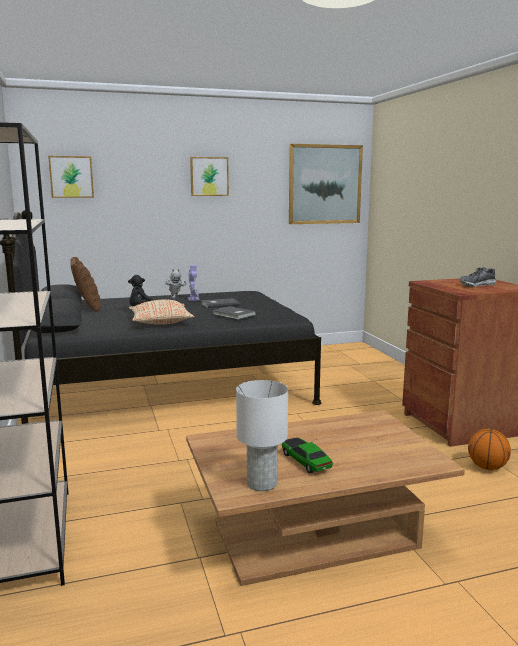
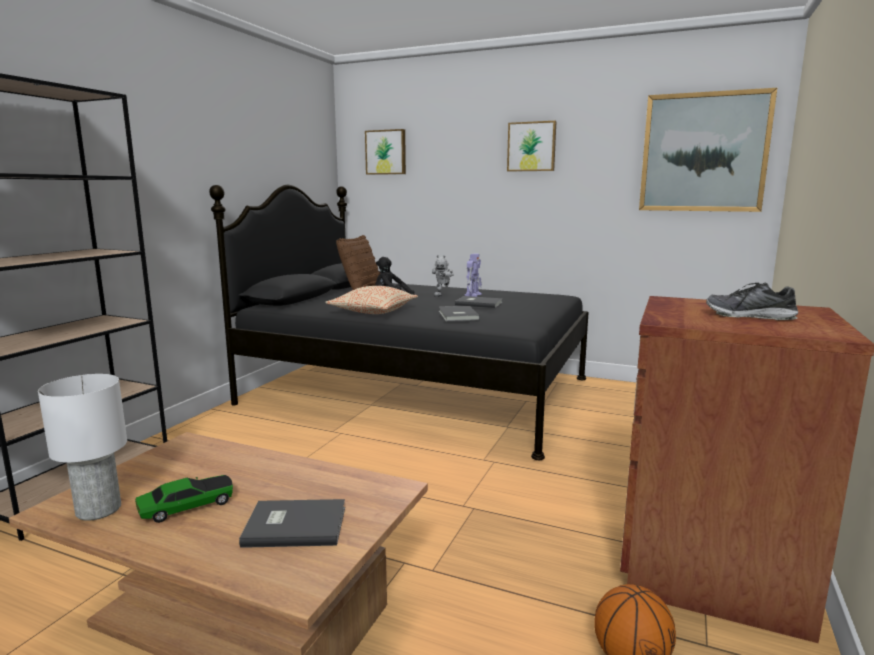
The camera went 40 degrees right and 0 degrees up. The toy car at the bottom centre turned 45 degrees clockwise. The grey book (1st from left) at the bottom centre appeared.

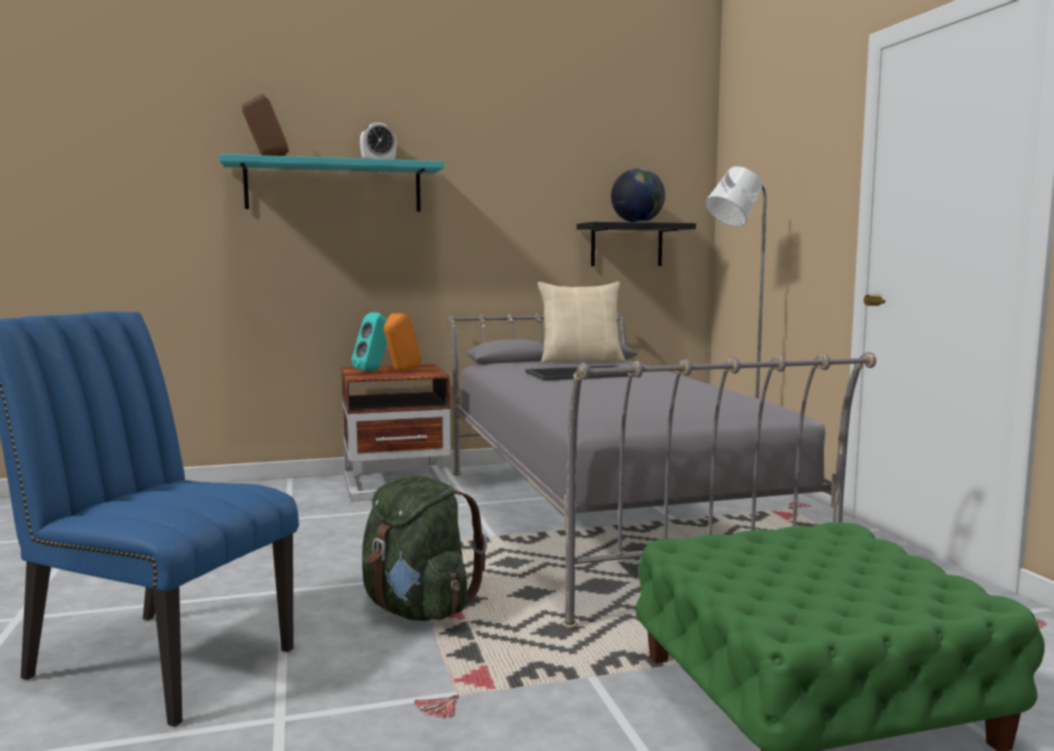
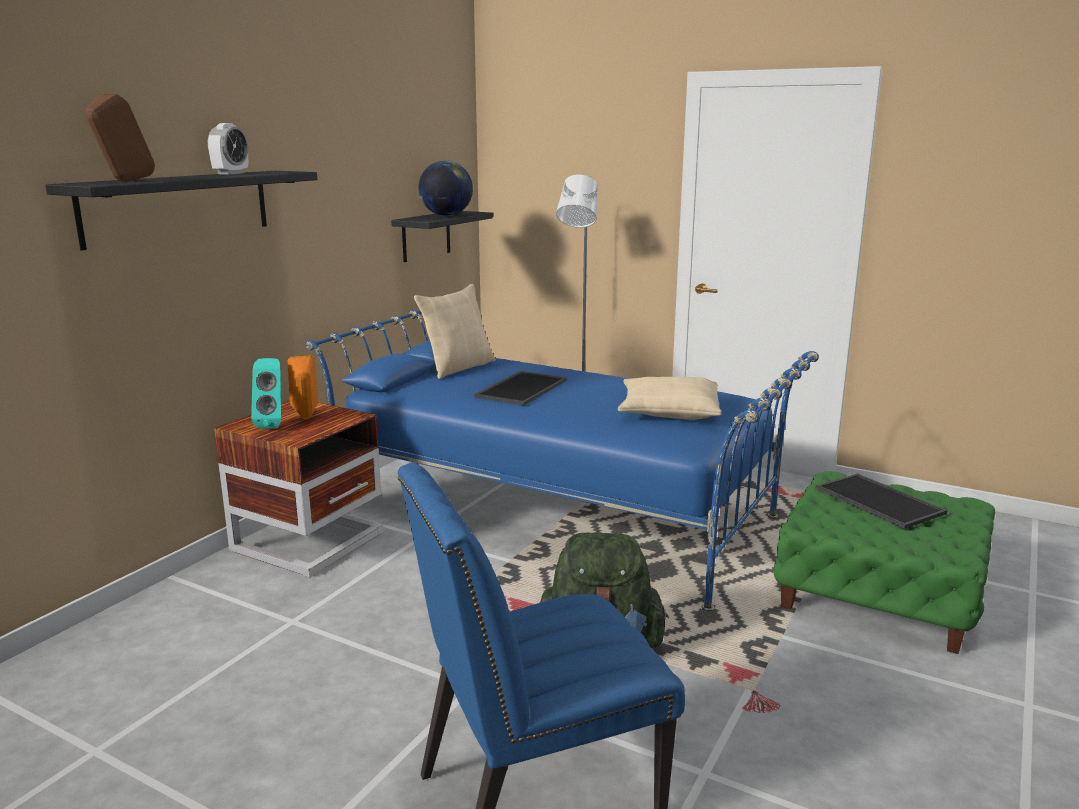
The camera went 45 degrees left and 10 degrees up. The turquoise shelf at the top left became the black shelf (1st from left) at the top left. The grey bed at the centre became the blue bed at the centre. The beige pillow (2nd from left) at the centre appeared. The tray (2nd from left) at the middle right appeared.

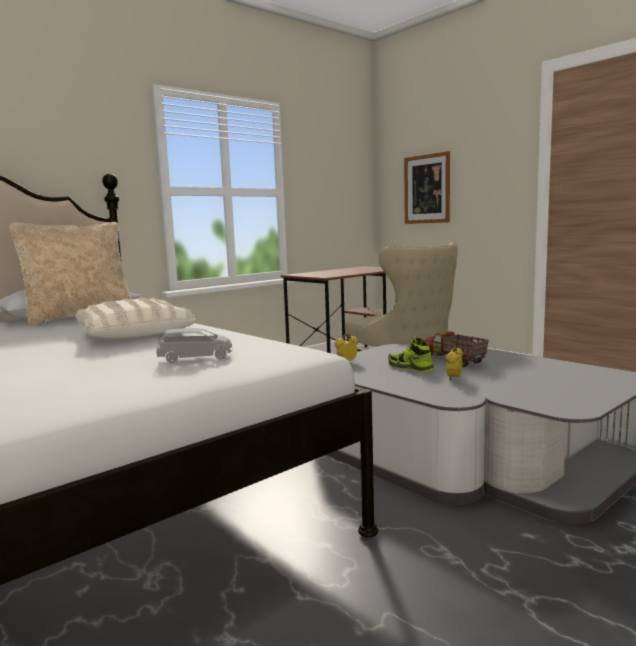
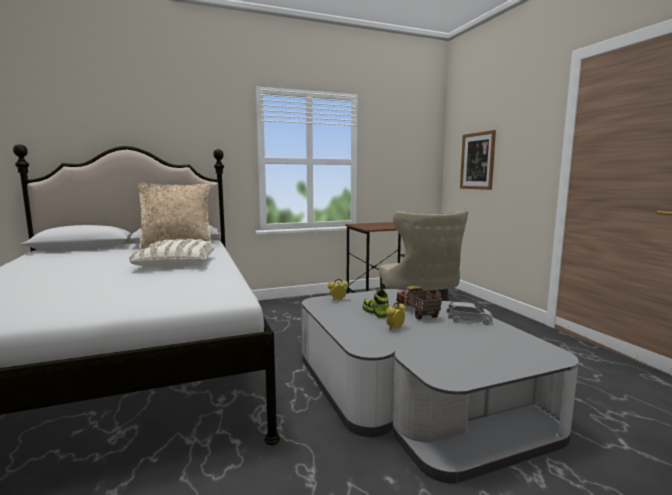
The camera went 20 degrees right and 0 degrees up. The grey toy car moved from the middle left to the middle right.

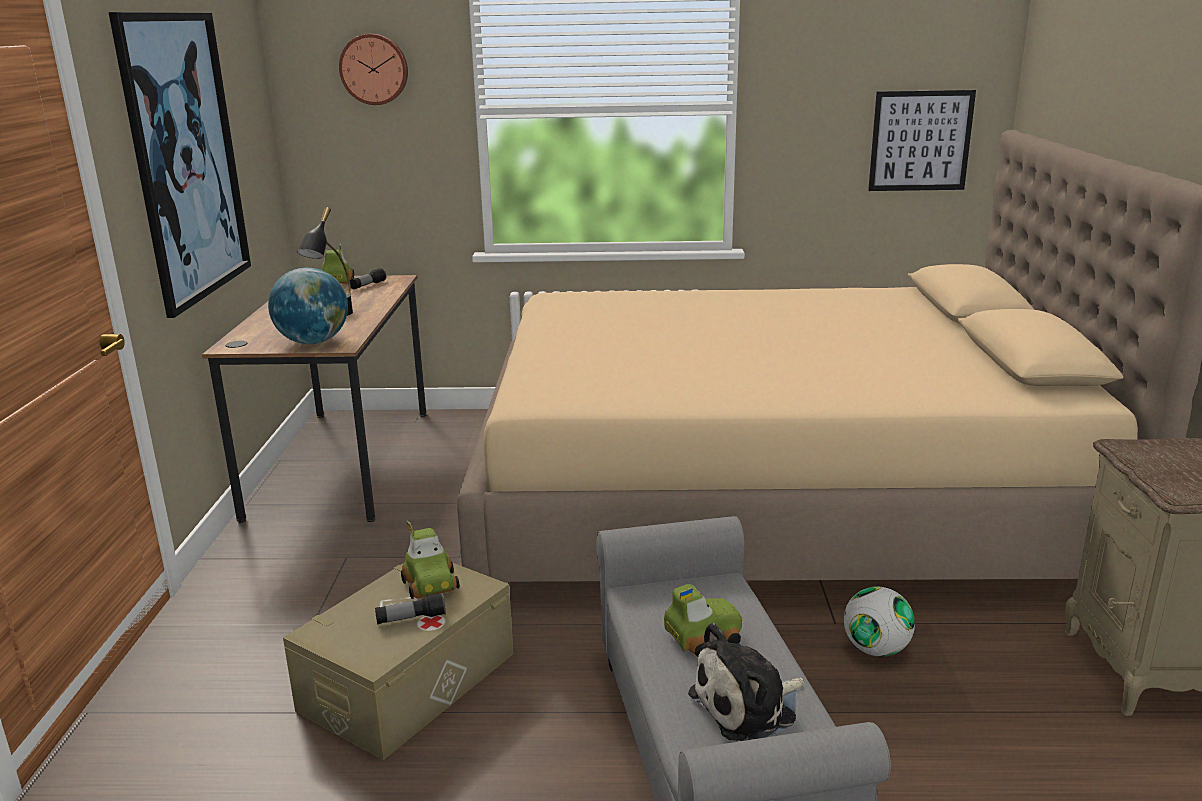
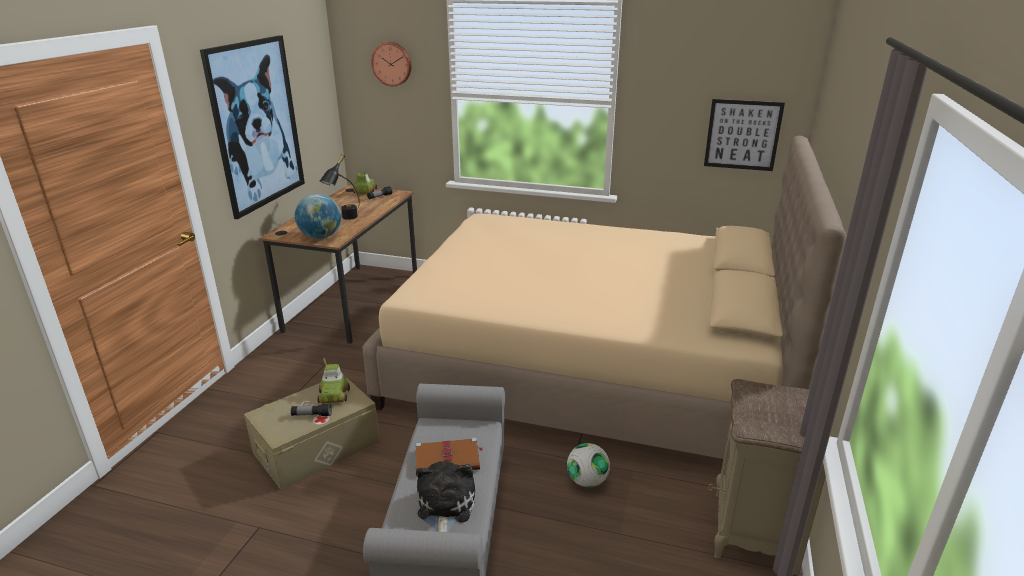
The camera went 15 degrees right and 5 degrees up. The toy car (3rd from left) at the bottom centre was replaced by the brown book at the bottom centre. The plush toy at the bottom centre turned 105 degrees clockwise.

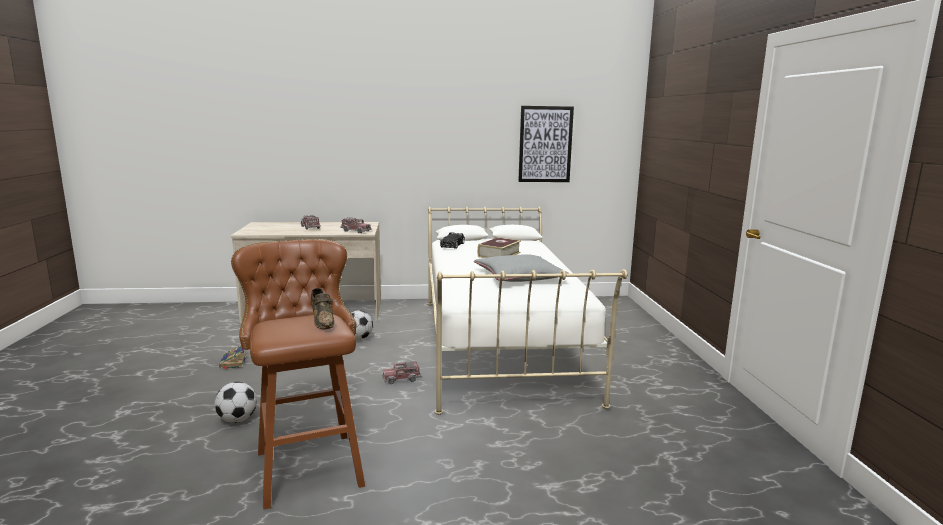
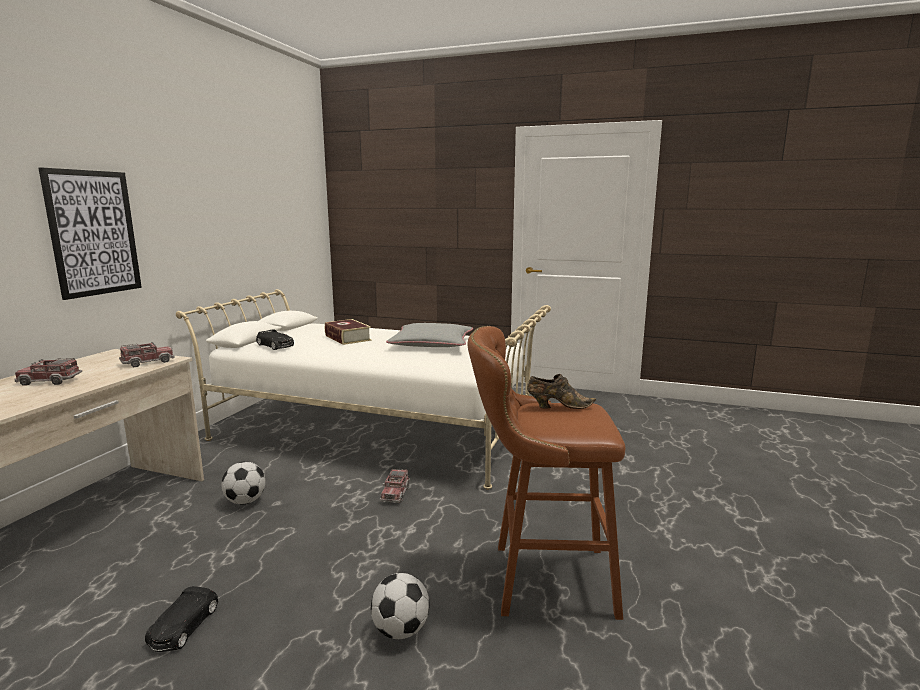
The camera went 65 degrees left and 0 degrees up. The book (1st from left) at the bottom left was replaced by the black toy car (1st from left) at the bottom left. The picture moved from the top centre to the middle left.

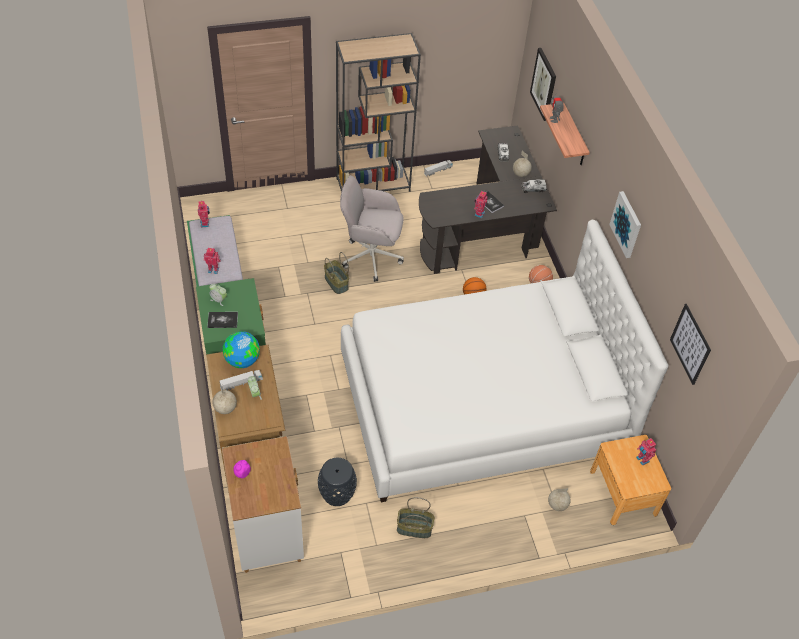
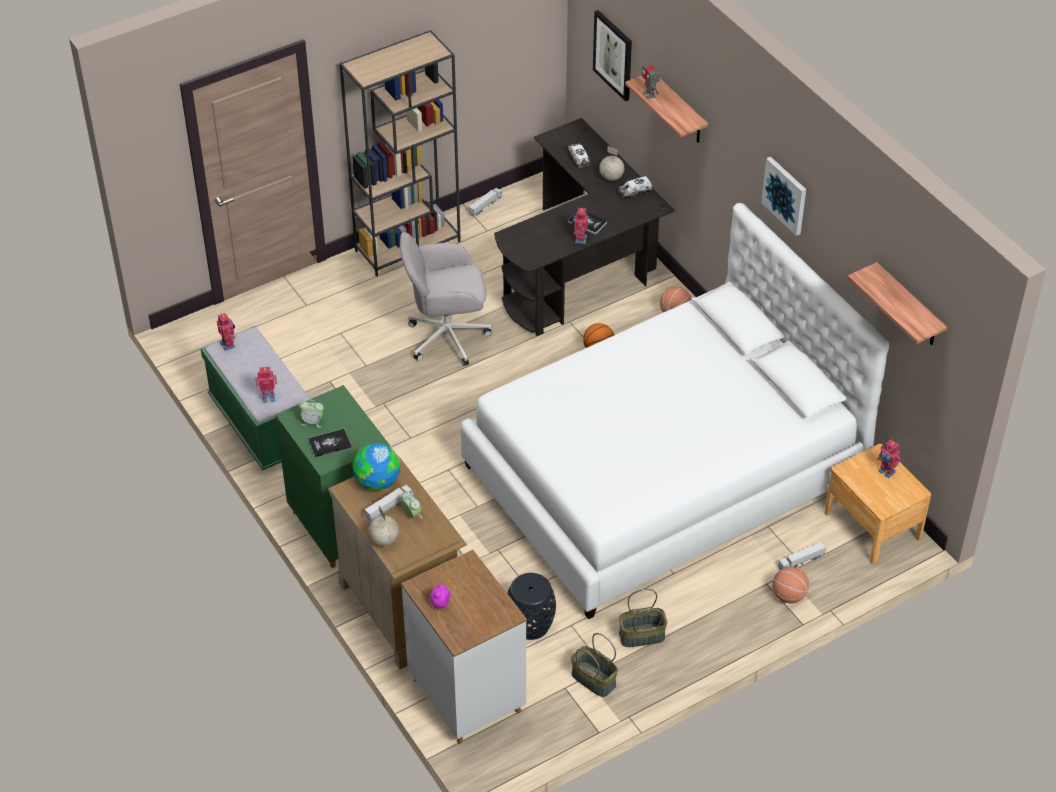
The camera went 15 degrees left and 5 degrees down. The basket (1st from left) moved from the centre to the bottom centre. The globe (4th from left) at the bottom right was replaced by the toy truck (5th from left) at the bottom right. The picture (3rd from left) at the middle right was replaced by the shelf (2nd from left) at the middle right. The basketball (3rd from left) at the bottom right appeared.

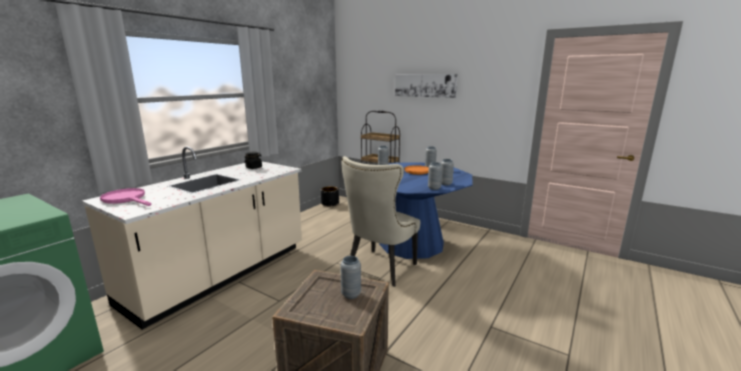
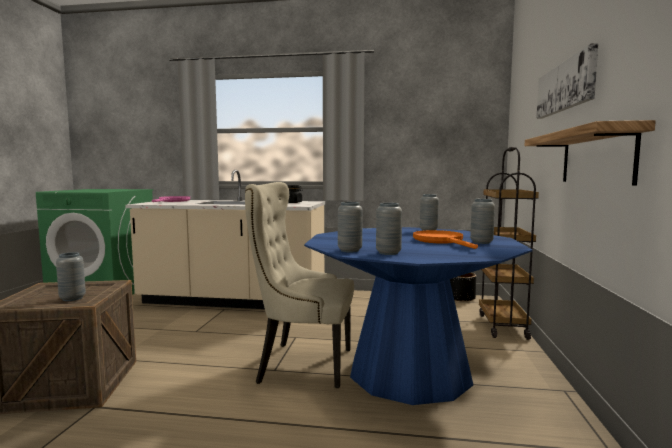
The camera went 65 degrees right and 10 degrees down. The shelf at the middle right appeared.

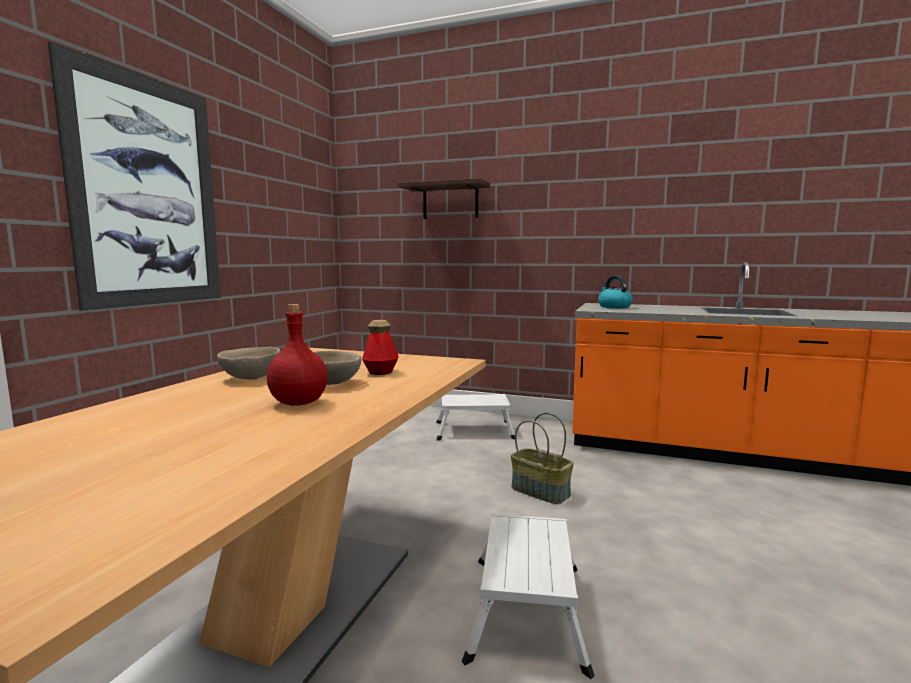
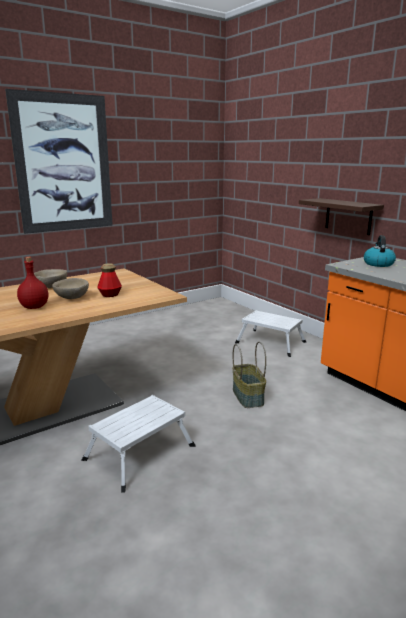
The camera went 35 degrees right and 10 degrees up. The shelf moved from the top centre to the middle right.

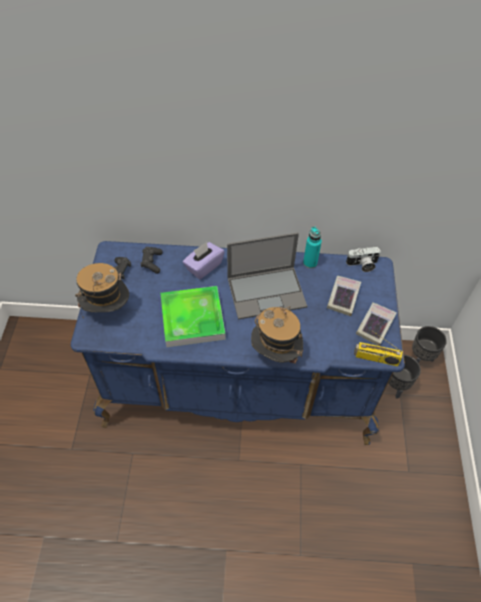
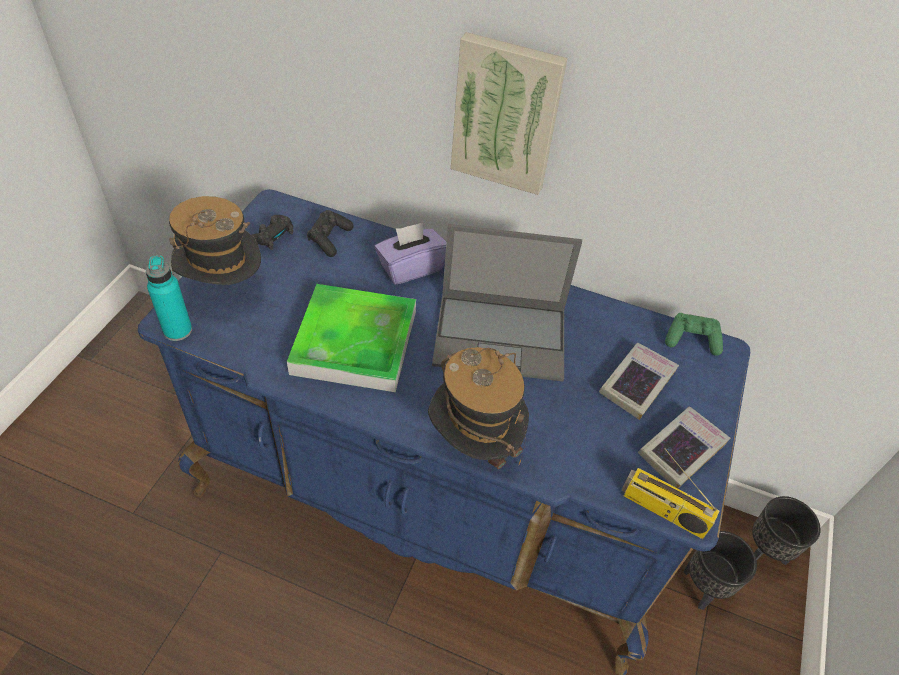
The camera went 15 degrees right and 5 degrees down. The turquoise bottle moved from the centre to the middle left. The photo camera at the middle right was replaced by the green game controller at the middle right. The picture at the top centre appeared.

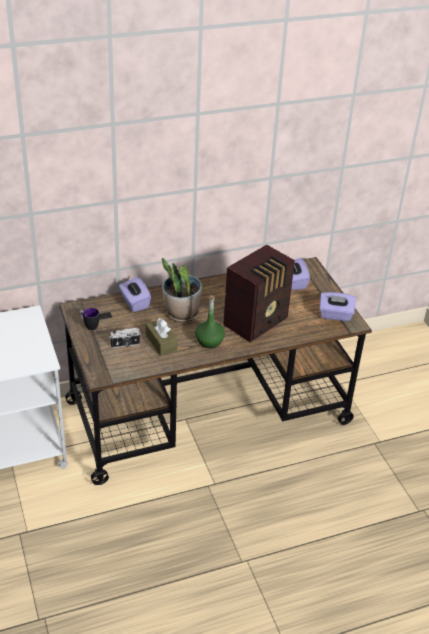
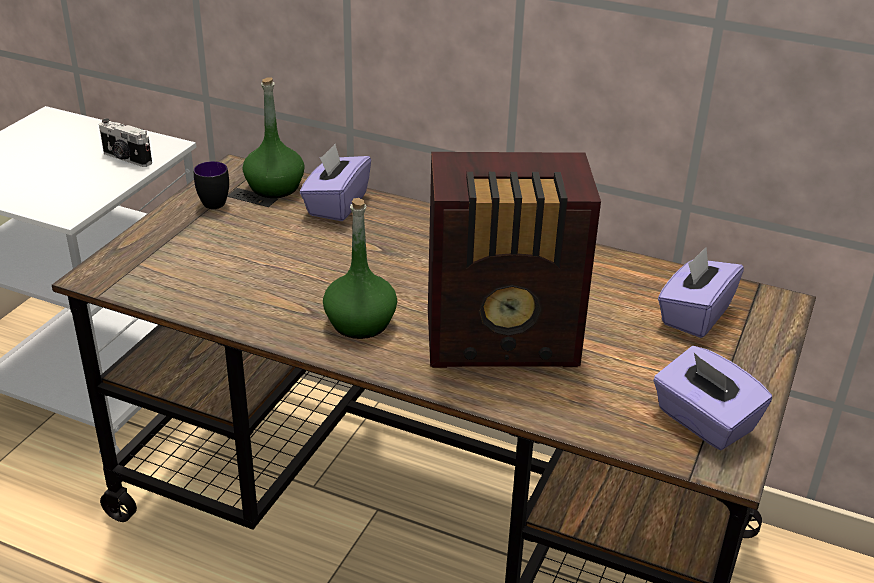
The camera went 45 degrees right and 5 degrees down. The photo camera moved from the middle left to the top left. The brown tissue box at the centre disappeared. The potted plant at the centre disappeared. The green bottle (1st from left) at the top left appeared.

